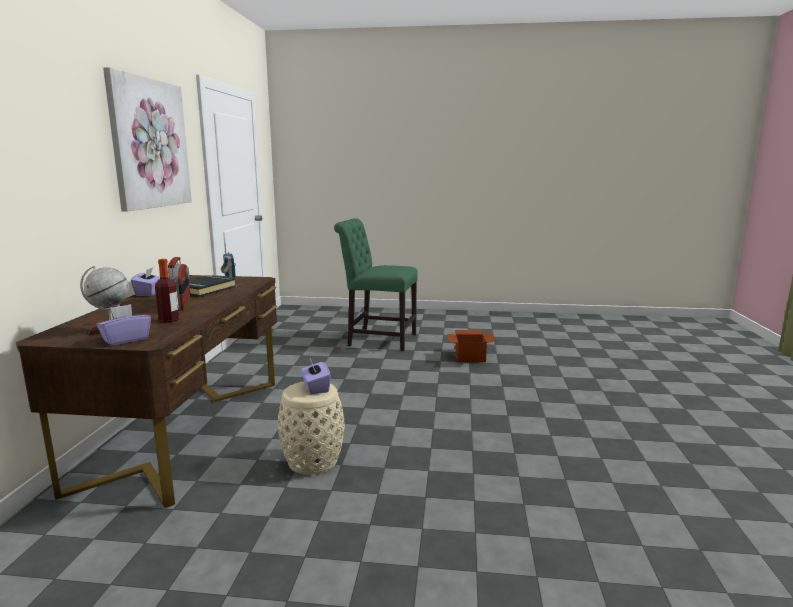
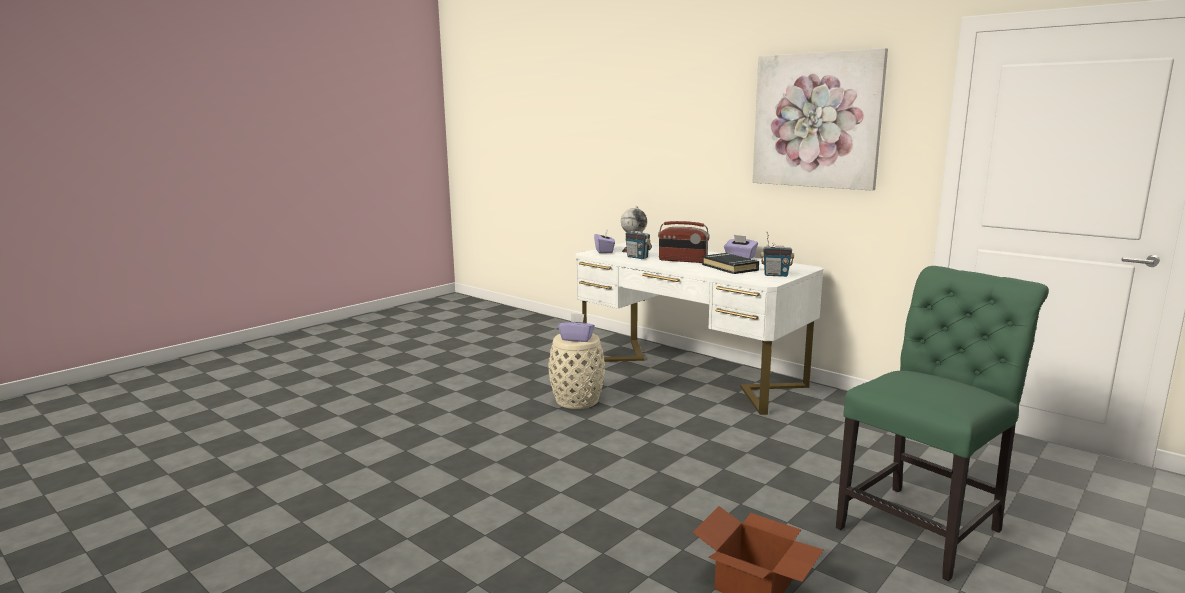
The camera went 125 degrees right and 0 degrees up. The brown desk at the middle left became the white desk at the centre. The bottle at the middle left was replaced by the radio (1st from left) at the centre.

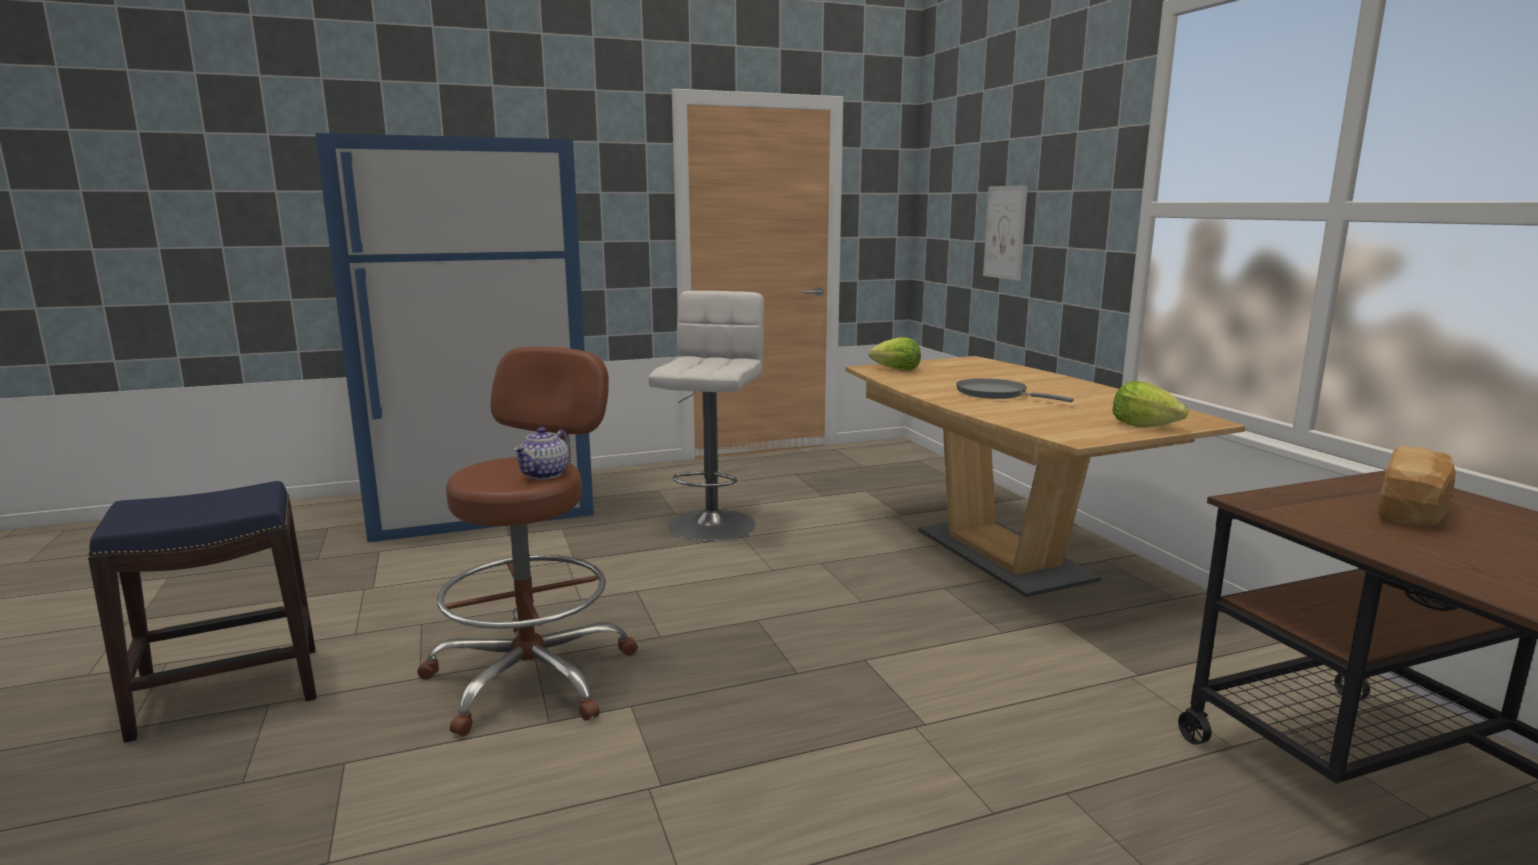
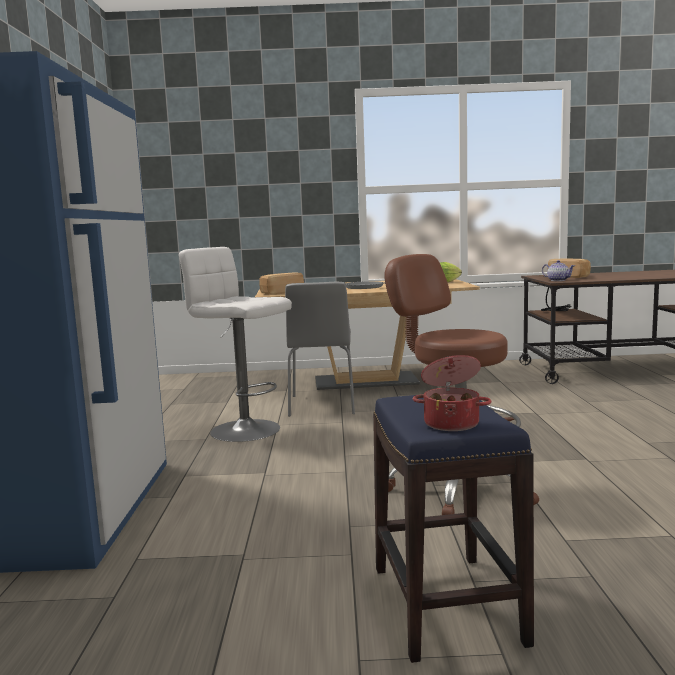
The camera went 70 degrees left and 5 degrees down. The teapot moved from the centre to the middle right. The lettuce (1st from left) at the centre was replaced by the bread (1st from left) at the centre. The picture at the top centre disappeared. The grey chair at the centre appeared. The cooking pot at the middle right appeared.

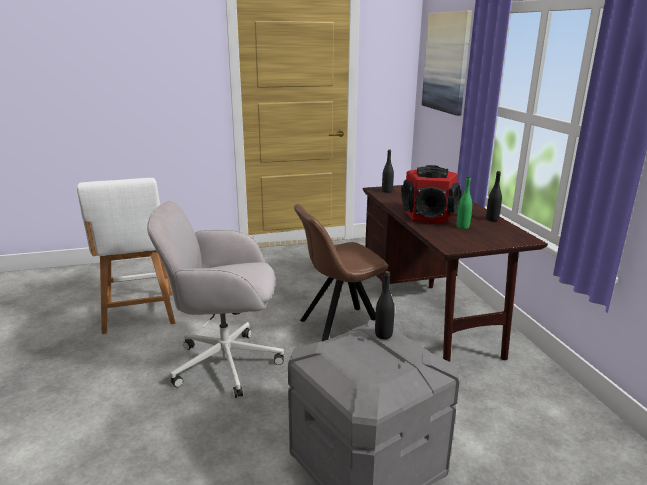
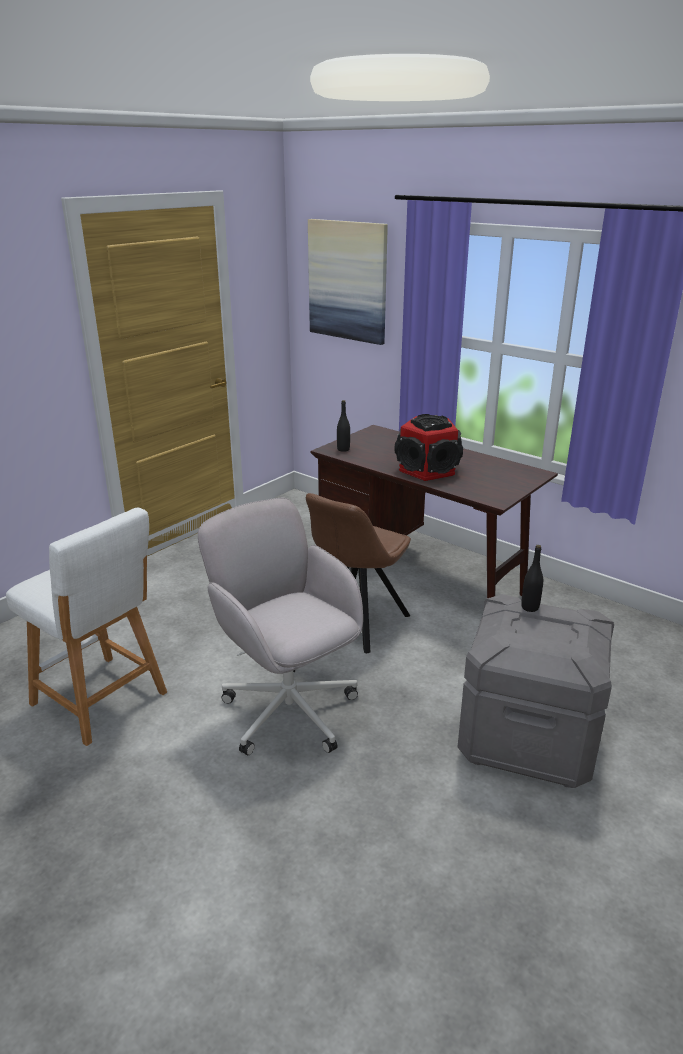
The camera went 35 degrees left and 5 degrees up. The grey office chair at the middle left turned 90 degrees clockwise. The green bottle at the middle right disappeared. The black bottle (3rd from left) at the middle right disappeared.

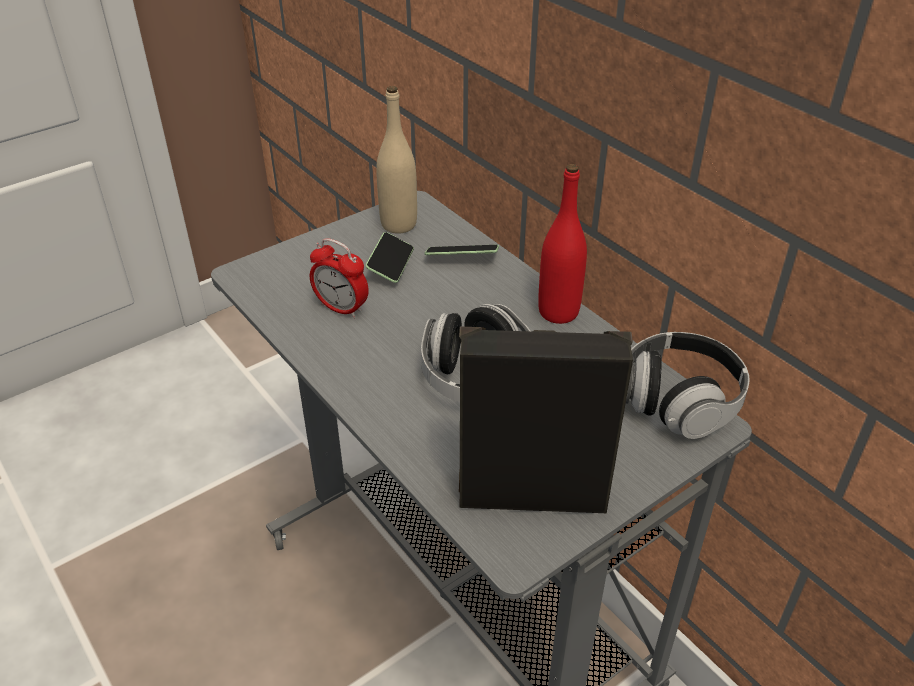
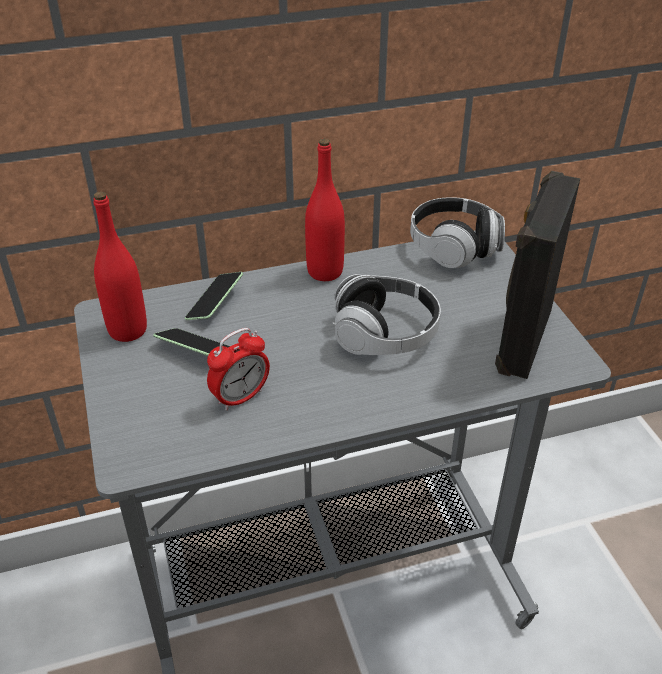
The camera went 70 degrees left and 0 degrees up. The beige bottle at the top centre became the red bottle (1st from left) at the middle left.

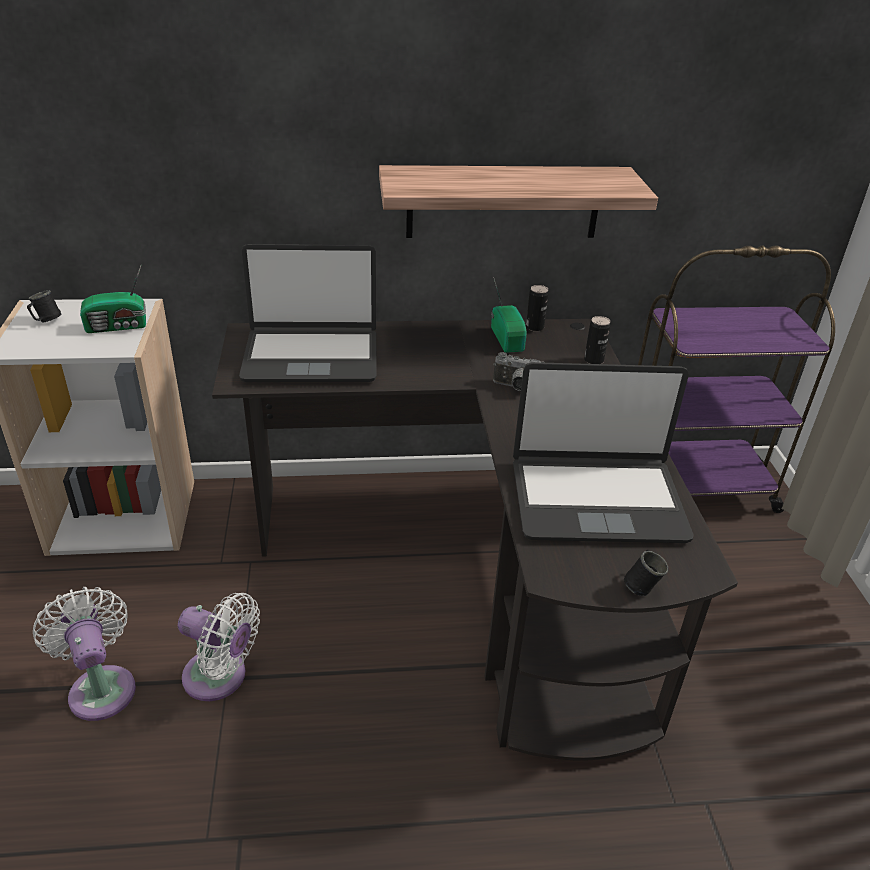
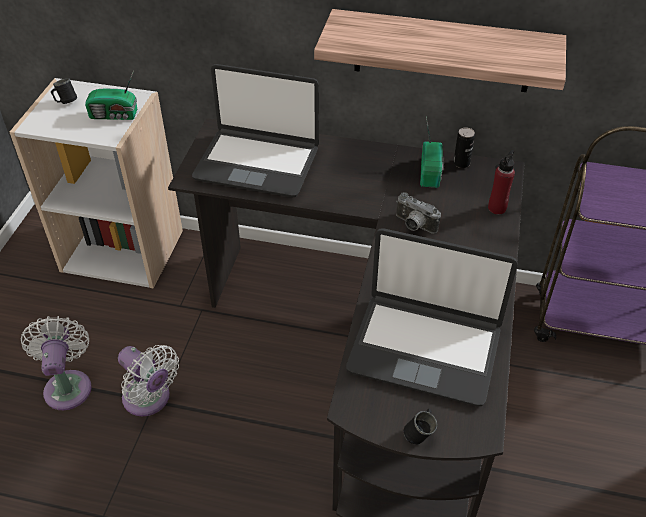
The camera went 20 degrees right and 10 degrees up. The can (2nd from left) at the middle right was replaced by the red bottle at the middle right.

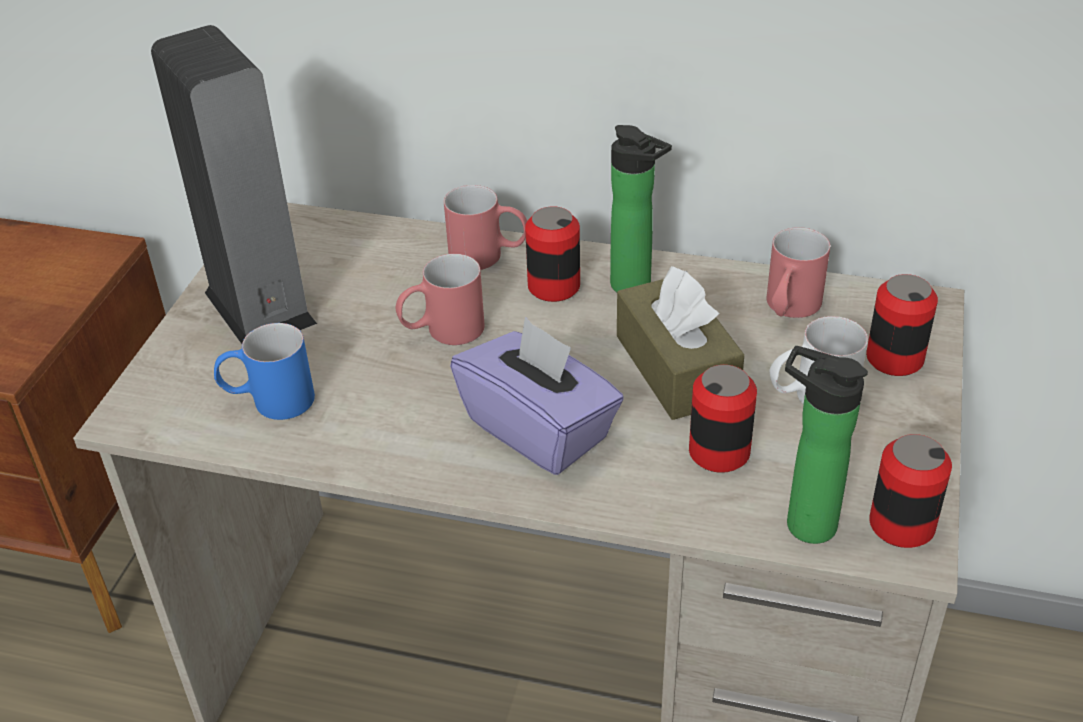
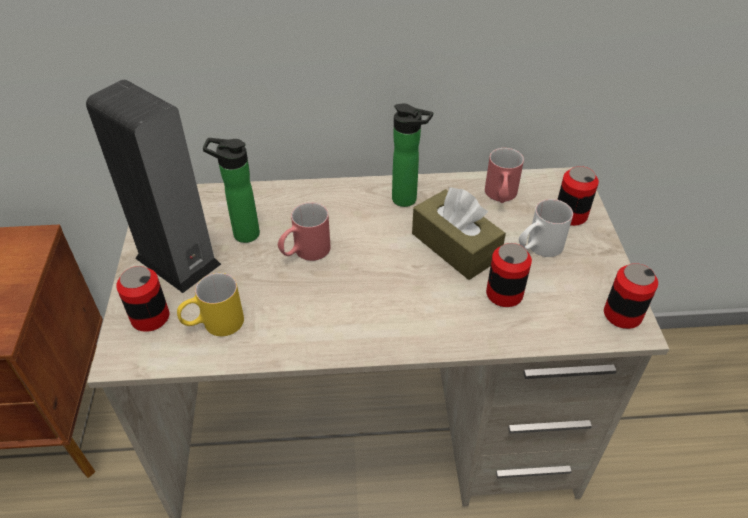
The camera went 20 degrees left and 5 degrees up. The blue mug at the middle left became the yellow mug at the middle left. The red mug (2nd from left) at the top centre disappeared. The purple tissue box at the centre disappeared. The can (1st from left) moved from the centre to the middle left. The bottle (2nd from left in the first image) moved from the middle right to the middle left.

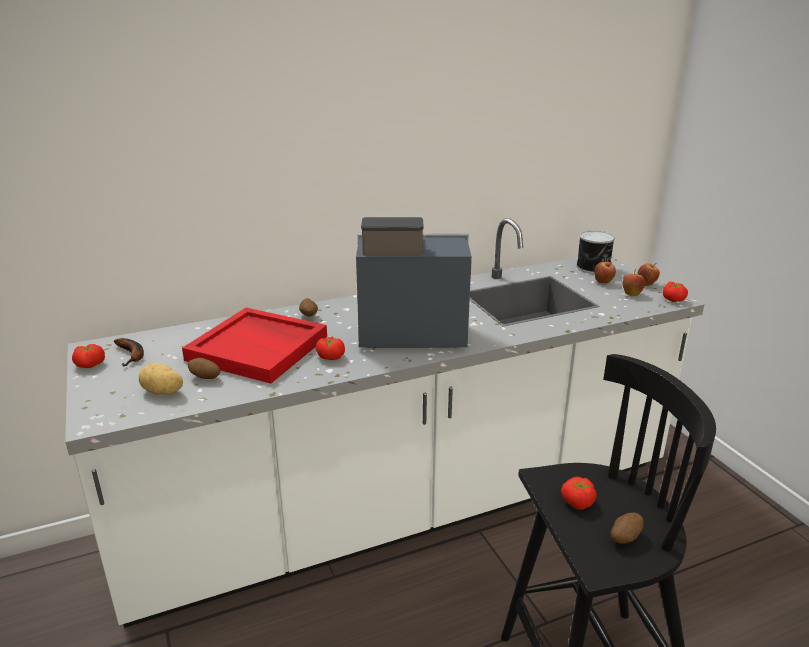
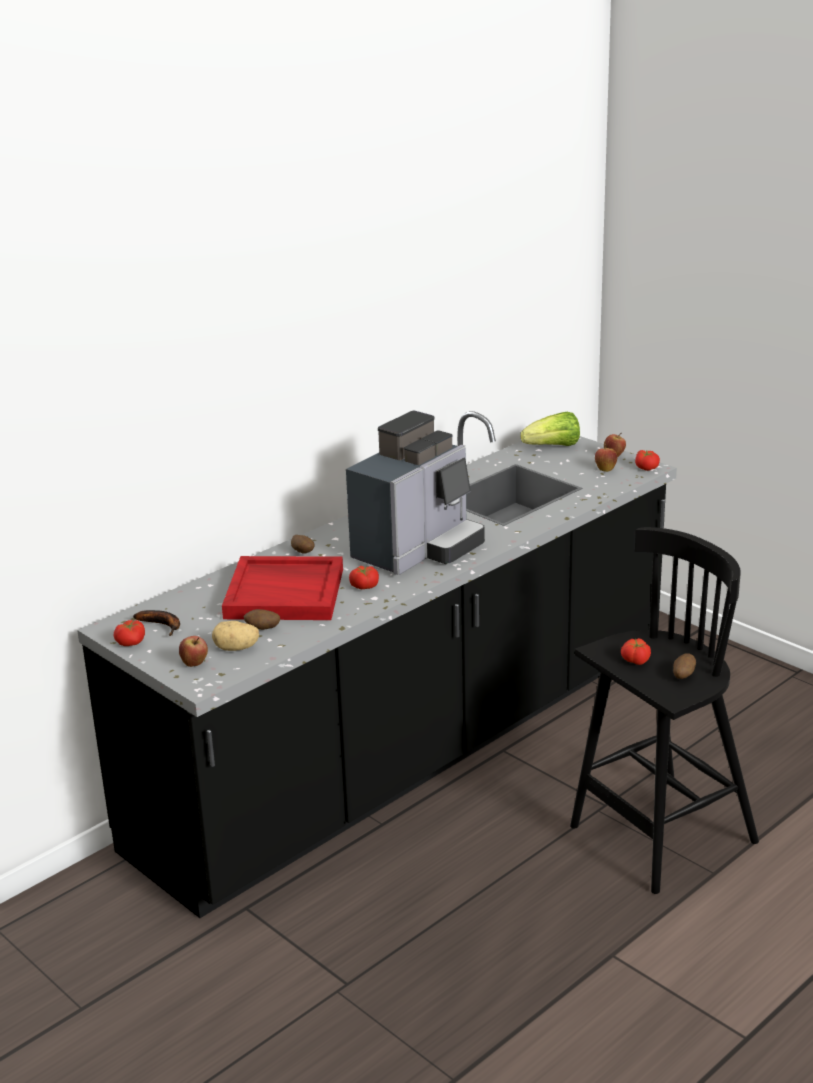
The camera went 20 degrees left and 0 degrees up. The white counter at the centre became the black counter at the centre. The coffee machine at the centre turned 150 degrees clockwise. The can at the middle right was replaced by the lettuce at the middle right. The apple (1st from left) moved from the middle right to the middle left.

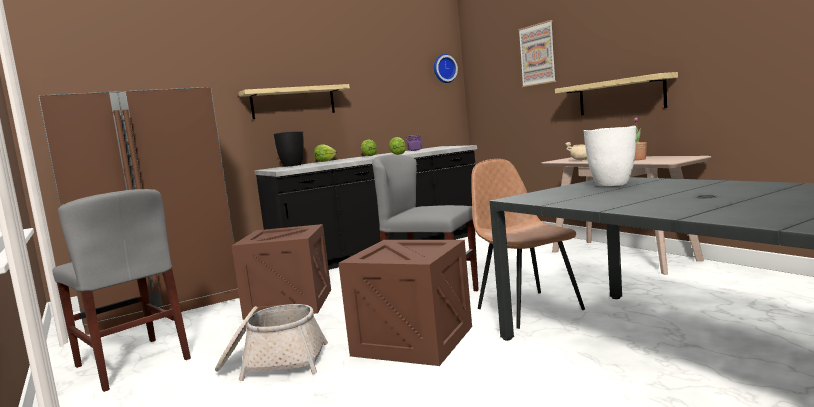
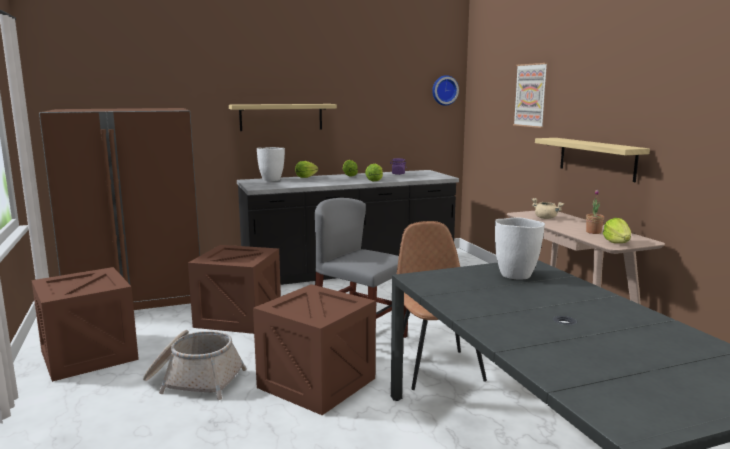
The camera went 10 degrees right and 5 degrees up. The grey chair (1st from left) at the bottom left was replaced by the crate (1st from left) at the bottom left. The black vase at the centre became the white vase (1st from left) at the centre. The lettuce (4th from left) at the middle right appeared.

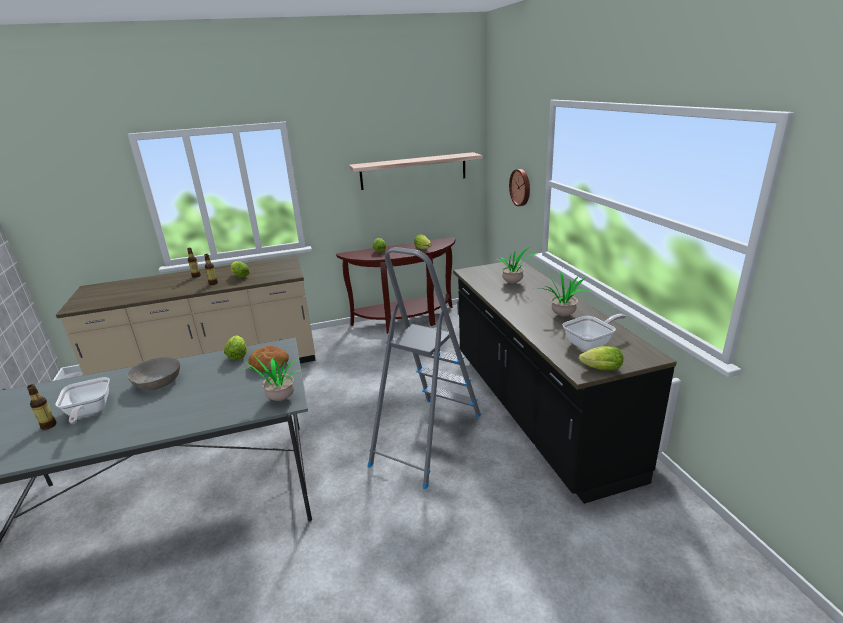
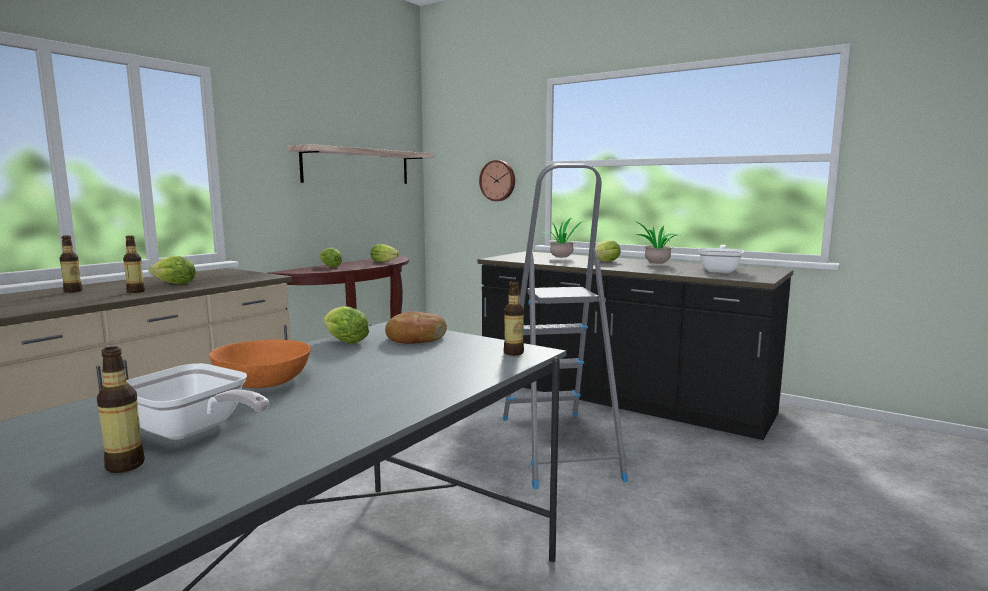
The camera went 40 degrees left and 15 degrees down. The grey bowl at the middle left became the orange bowl at the middle left. The potted plant (1st from left) at the middle left was replaced by the bottle (4th from left) at the centre. The lettuce (5th from left) moved from the middle right to the centre.

